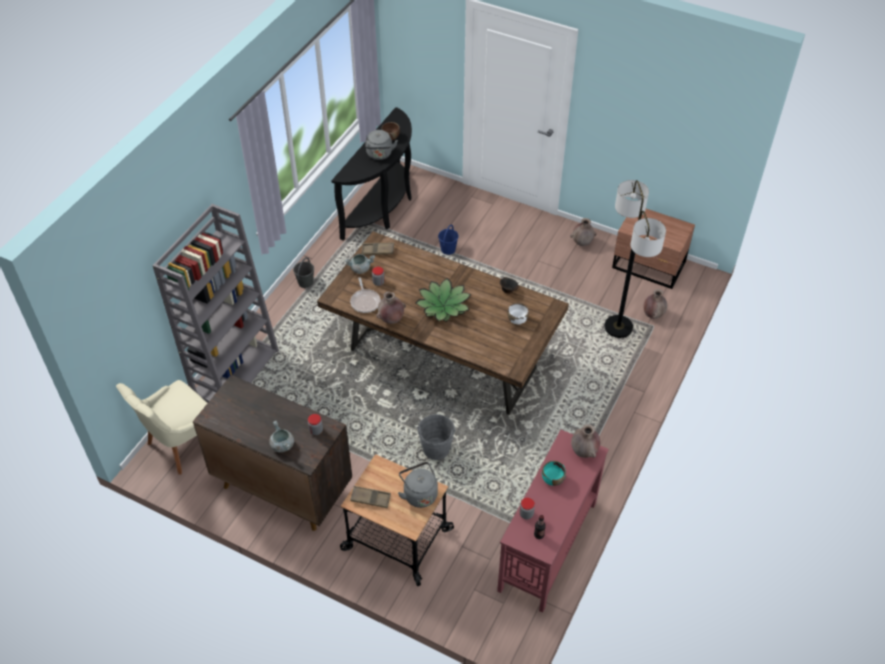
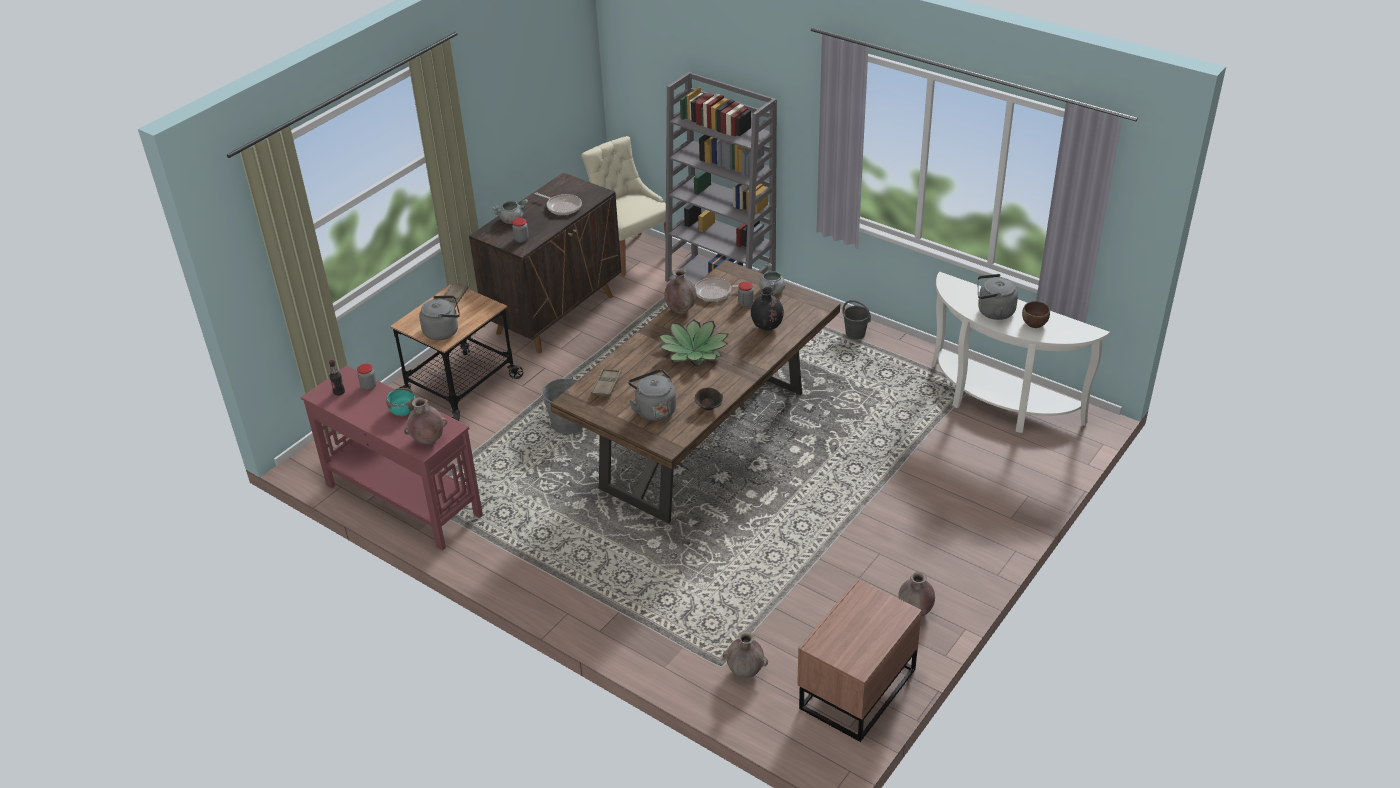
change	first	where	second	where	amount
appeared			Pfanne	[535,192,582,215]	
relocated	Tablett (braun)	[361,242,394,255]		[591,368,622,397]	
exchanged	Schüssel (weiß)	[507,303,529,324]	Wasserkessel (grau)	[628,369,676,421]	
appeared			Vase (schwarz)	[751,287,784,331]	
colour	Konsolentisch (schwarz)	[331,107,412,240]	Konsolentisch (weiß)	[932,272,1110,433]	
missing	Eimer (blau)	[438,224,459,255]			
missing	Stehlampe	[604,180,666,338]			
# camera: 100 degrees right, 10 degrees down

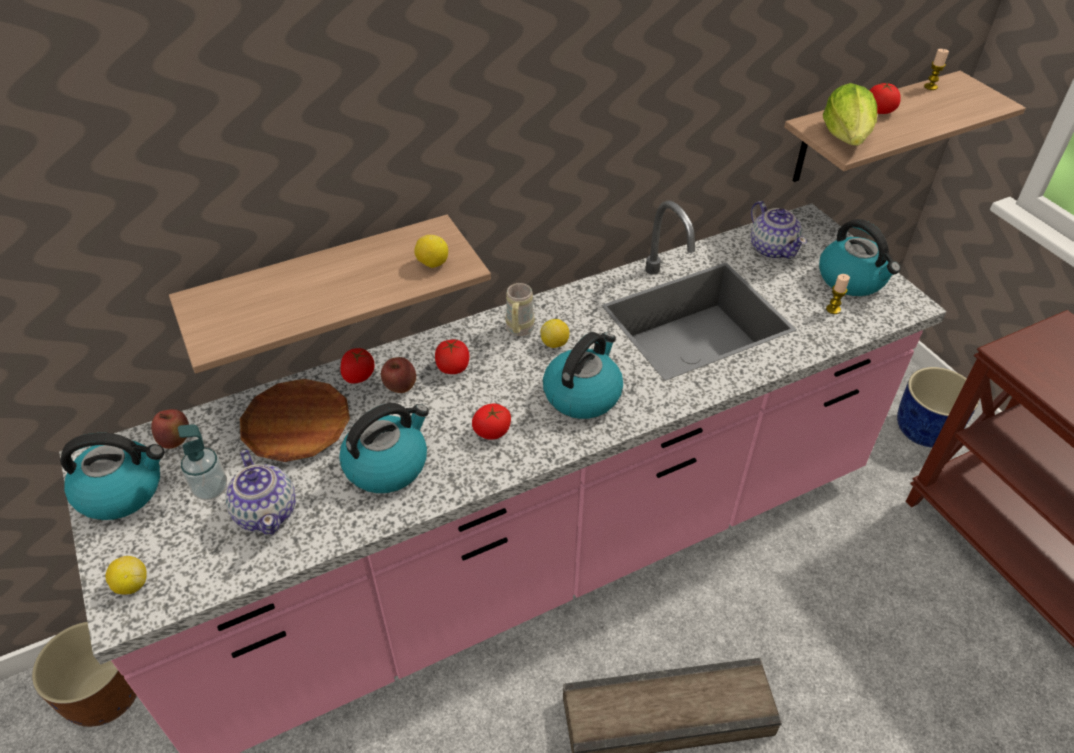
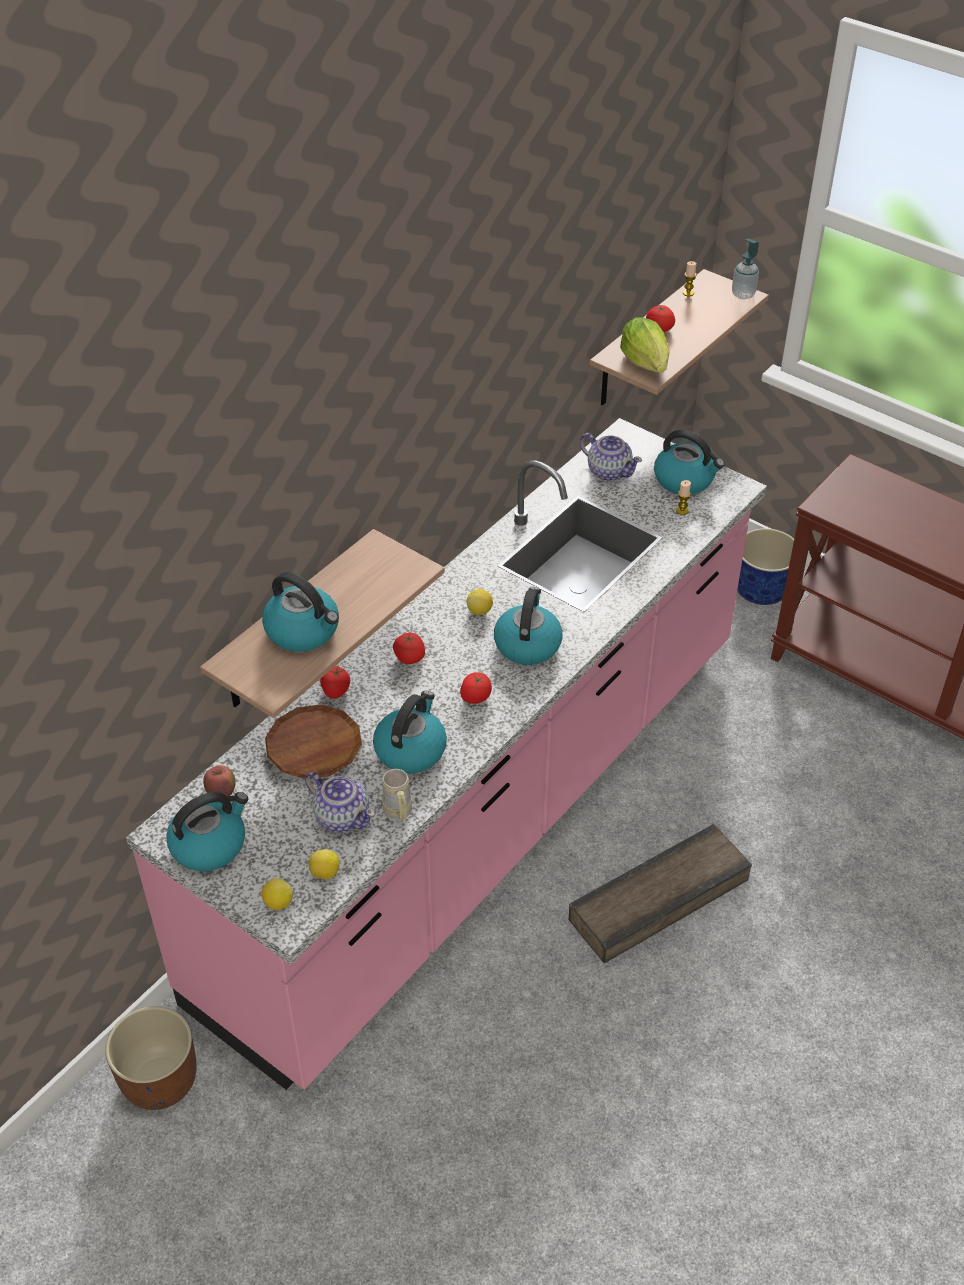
change	first	where	second	where	amount
appeared			Wasserkessel	[262,572,339,652]	
relocated	Zitrone	[414,235,448,268]		[309,849,339,879]	
relocated	Henkelbecher (beige)	[506,283,534,336]		[382,769,412,820]	
relocated	Seifenspender	[178,424,227,501]		[732,239,759,299]	
missing	Apfel	[381,357,416,393]			
# camera: 25 degrees left, 0 degrees up

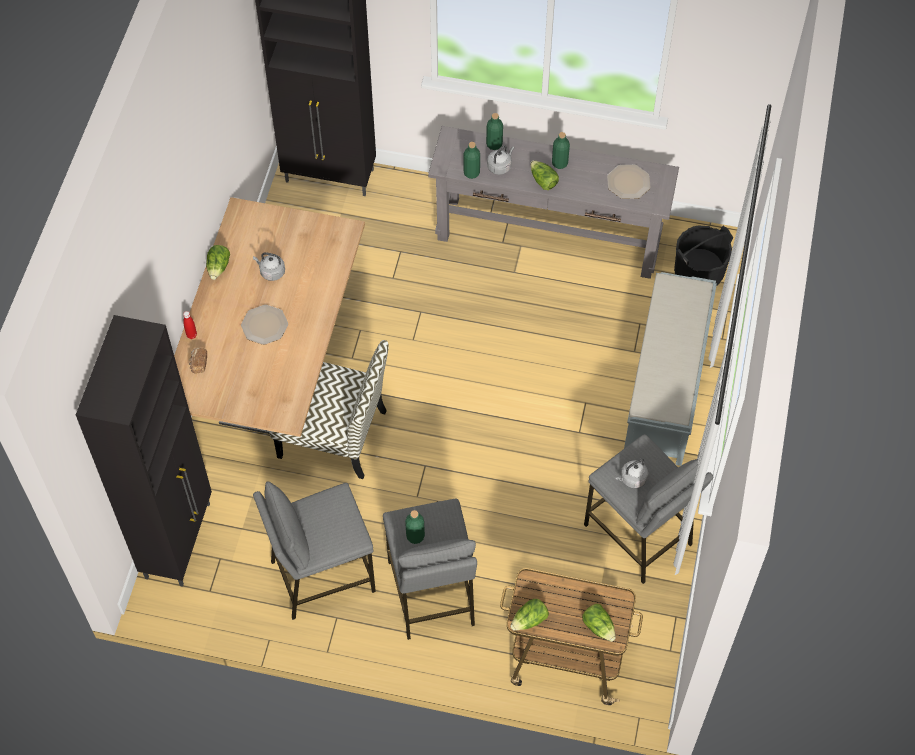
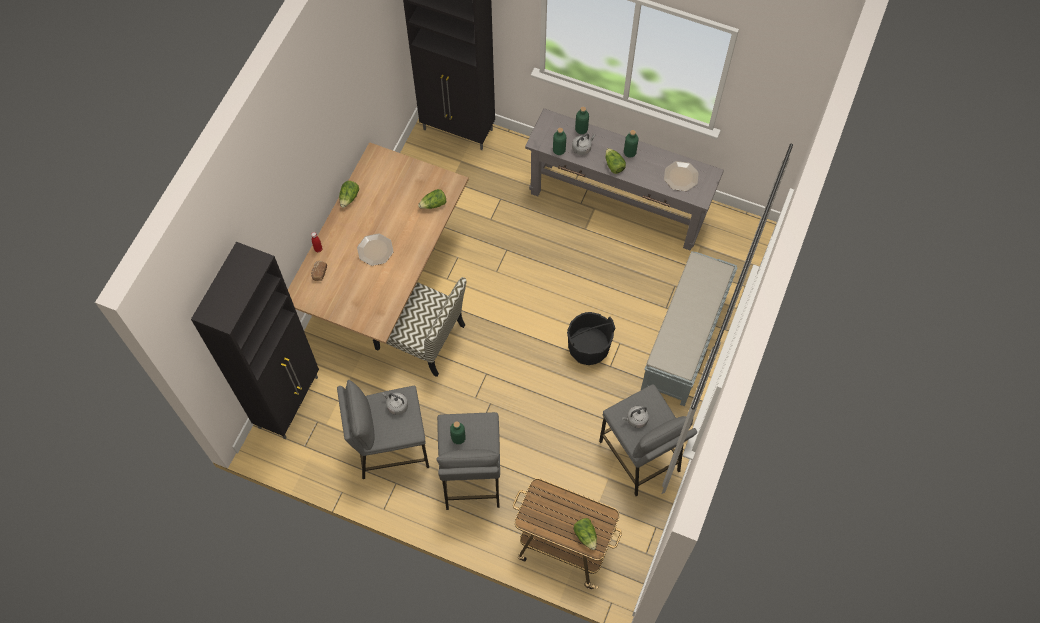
change	first	where	second	where	amount
relocated	Wasserkessel (grau)	[253,252,285,281]		[382,393,408,415]	
relocated	Salatkopf	[510,599,549,630]		[418,189,446,209]	
relocated	Eimer (schwarz)	[674,225,733,287]		[567,312,616,365]	
# camera: 10 degrees right, 5 degrees up

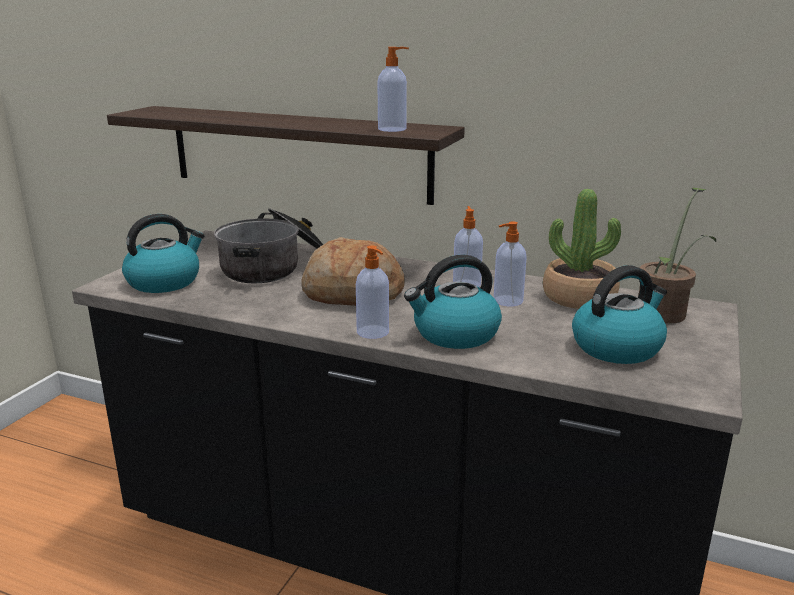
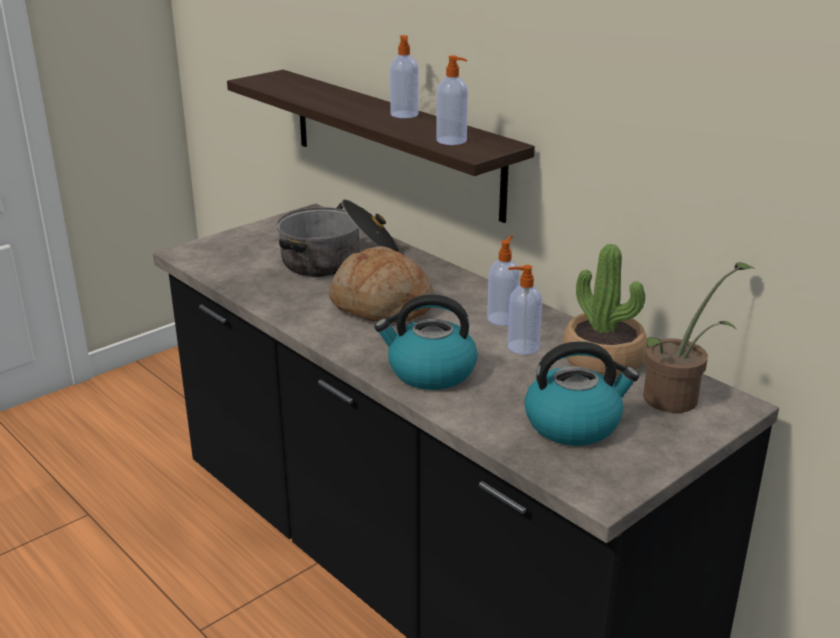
change	first	where	second	where	amount
relocated	Seifenspender	[356,246,389,339]		[390,35,418,118]	
missing	Wasserkessel	[122,214,205,293]			
# camera: 25 degrees right, 5 degrees up

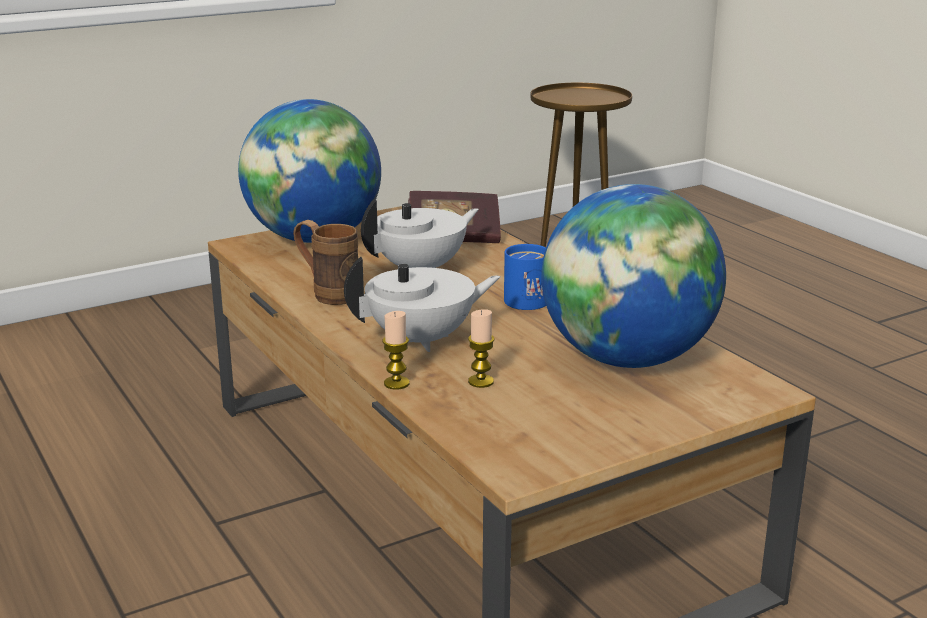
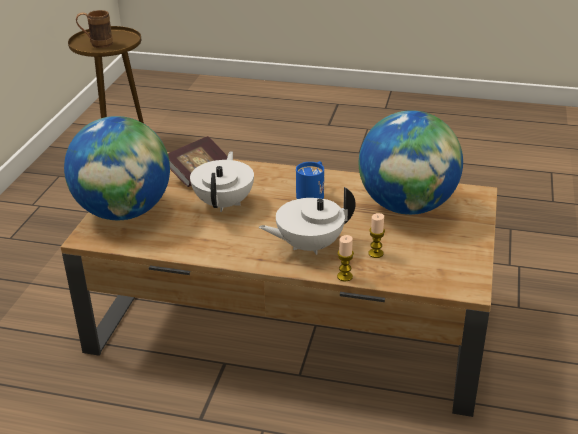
change	first	where	second	where	amount
relocated	Henkelbecher (braun)	[293,220,358,305]		[76,10,113,48]	
spun	Teekanne (weiß)	[344,257,501,352]		[259,187,356,255]	135 degrees counterclockwise
# camera: 45 degrees left, 10 degrees up

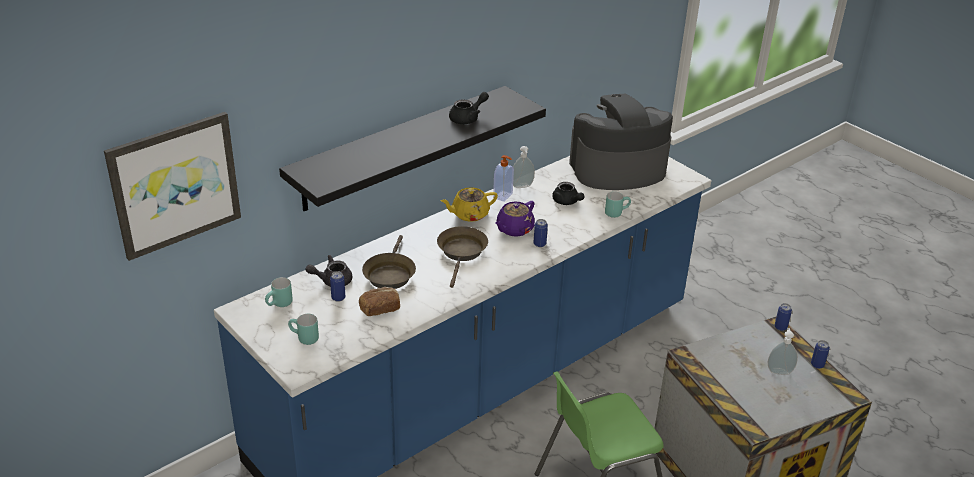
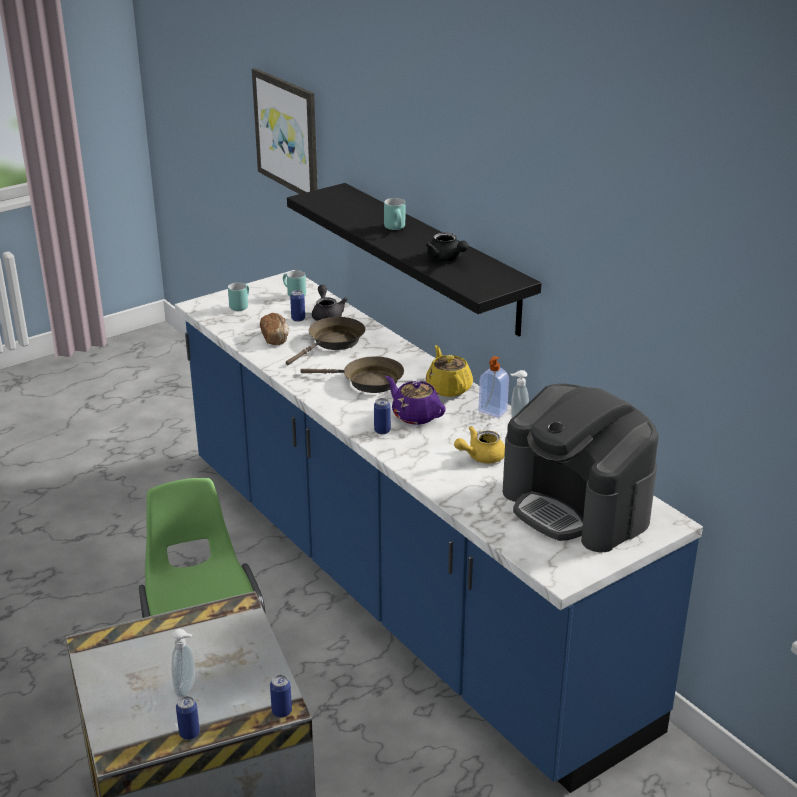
change	first	where	second	where	amount
spun	Pfanne (braun)	[362,235,416,289]		[286,317,365,365]	120 degrees clockwise
relocated	Henkelbecher (türkis)	[605,191,631,218]		[384,198,405,230]	
colour	Teekanne (schwarz)	[552,182,585,205]	Teekanne (gelb)	[454,426,505,463]	
spun	Kaffeemaschine	[569,94,673,190]		[503,384,659,553]	150 degrees clockwise
# camera: 95 degrees right, 5 degrees down

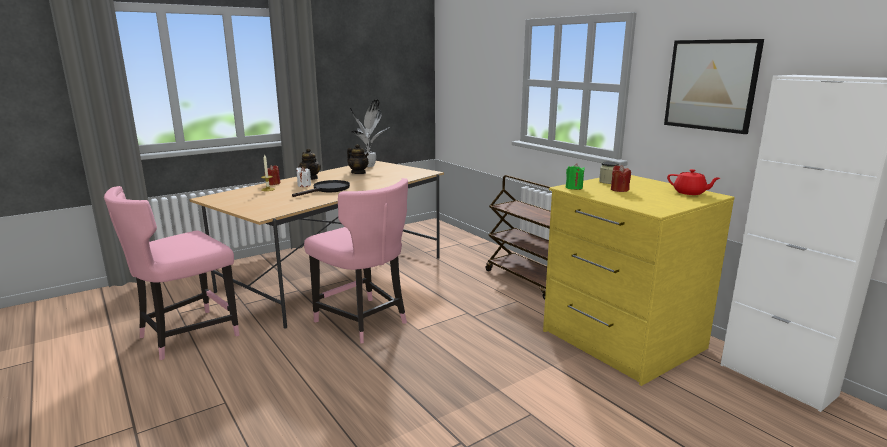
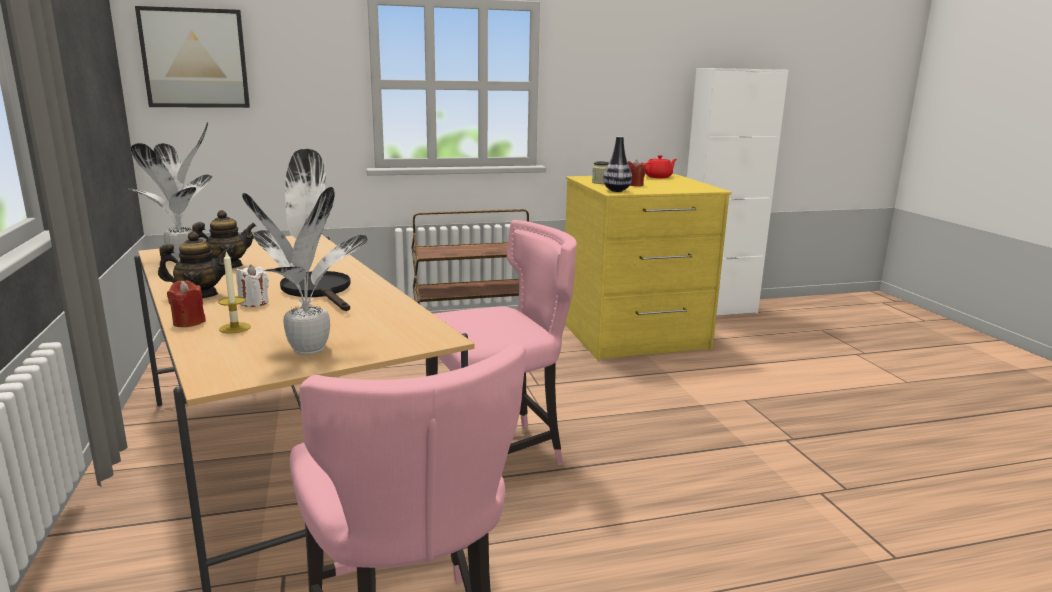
change	first	where	second	where	amount
relocated	Bild	[664,39,764,134]		[135,6,250,108]	
appeared			Topfpflanze	[242,149,368,355]	
exchanged	Kerze (grün)	[566,163,585,190]	Vase	[603,136,632,192]	
# camera: 70 degrees left, 0 degrees up

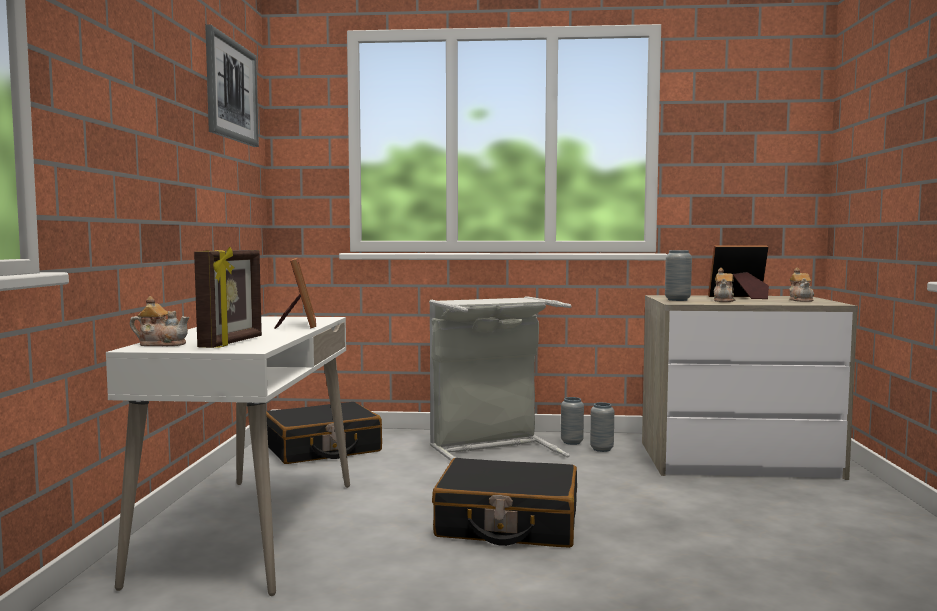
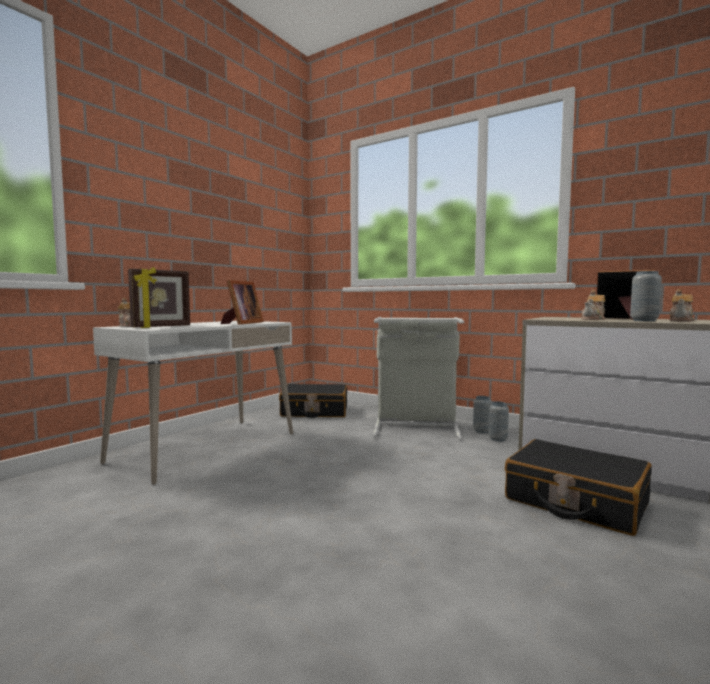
change	first	where	second	where	amount
relocated	Koffer (schwarz)	[432,458,577,548]		[505,439,652,536]	
relocated	Vase (grau)	[665,250,692,301]		[630,271,662,321]	
missing	Bild	[205,24,259,147]			
# camera: 30 degrees right, 0 degrees up

